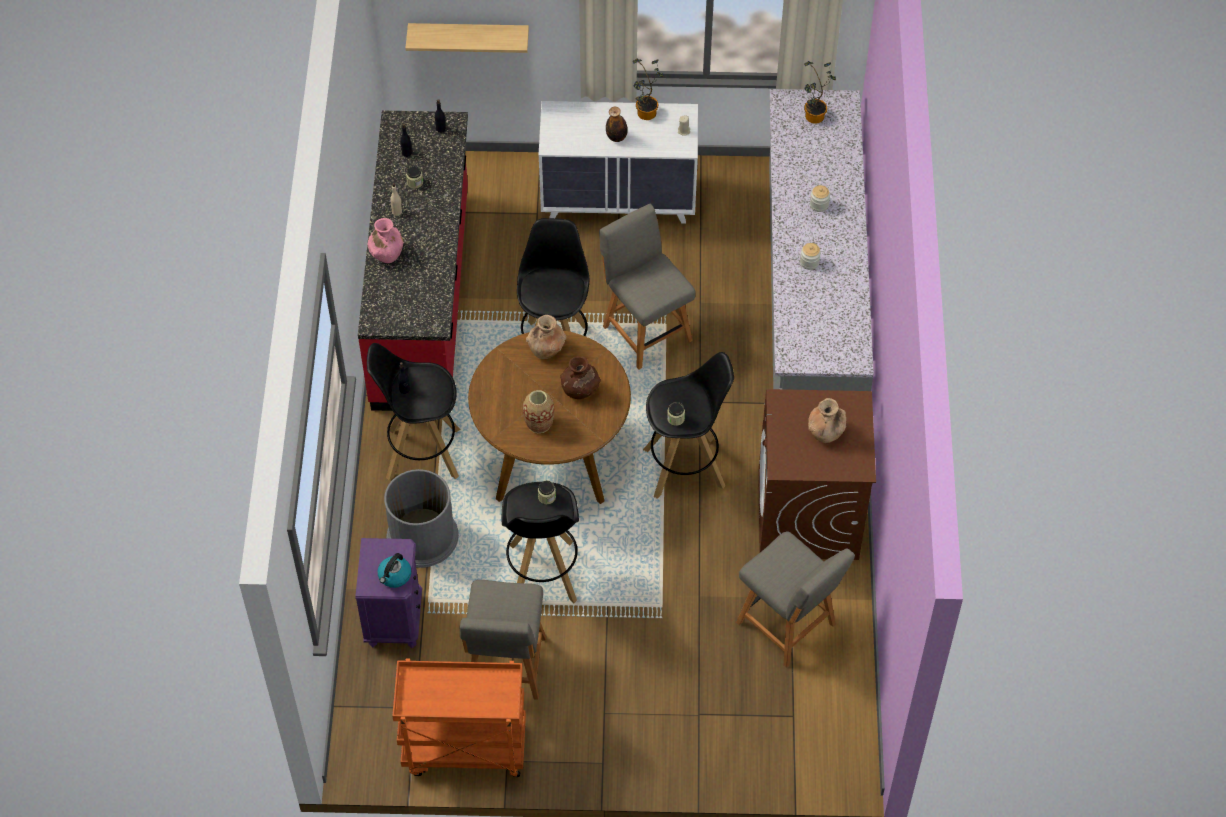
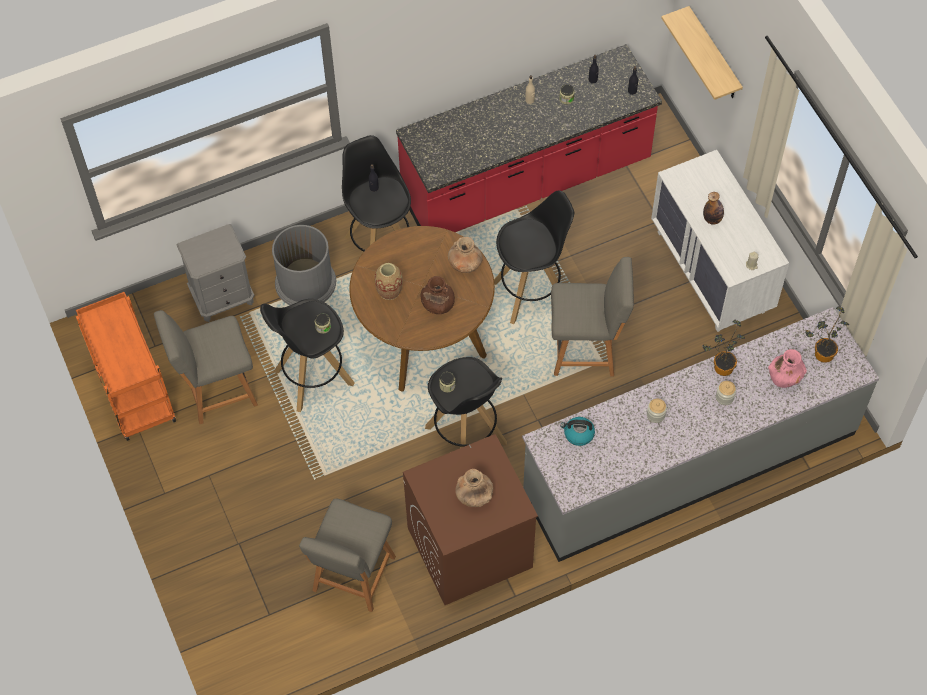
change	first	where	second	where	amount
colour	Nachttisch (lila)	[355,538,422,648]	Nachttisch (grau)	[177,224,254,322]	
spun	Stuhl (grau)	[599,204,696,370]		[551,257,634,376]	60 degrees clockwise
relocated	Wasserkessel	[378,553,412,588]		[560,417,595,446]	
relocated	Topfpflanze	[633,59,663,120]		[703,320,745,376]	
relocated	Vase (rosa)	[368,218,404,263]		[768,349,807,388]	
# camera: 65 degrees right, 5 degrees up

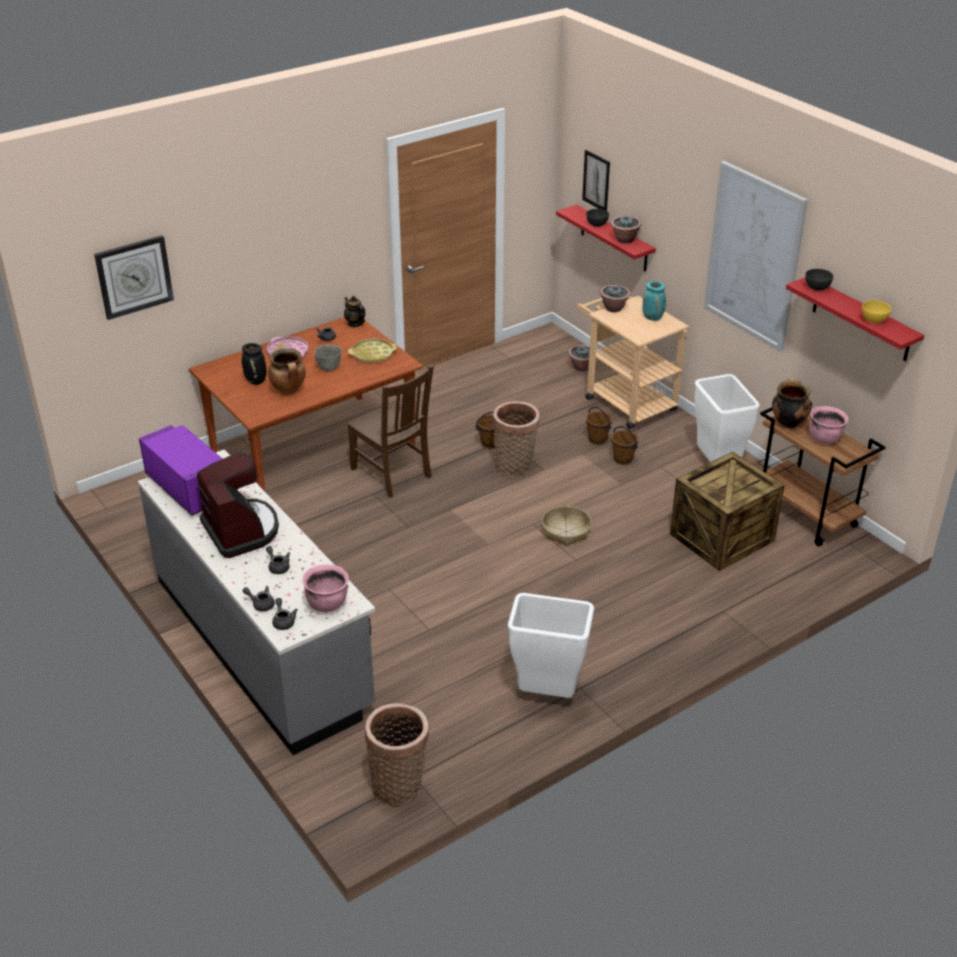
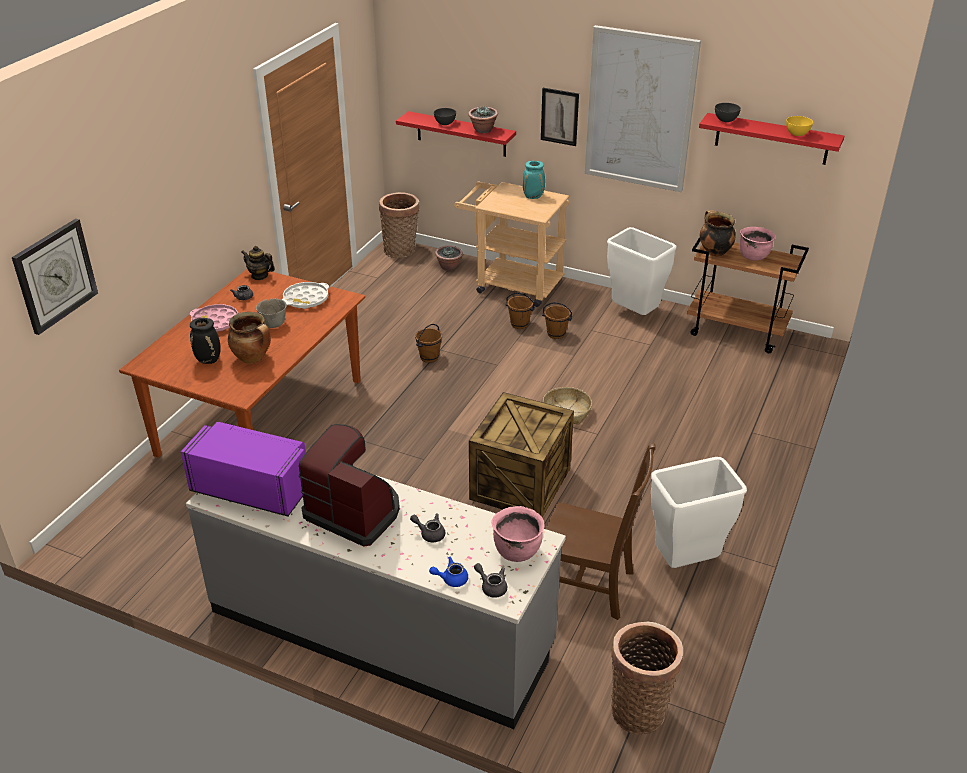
change	first	where	second	where	amount
colour	Tablett (gelb)	[348,338,397,363]	Tablett (weiß)	[282,282,329,309]	
relocated	Korb	[493,401,540,477]		[379,192,420,258]	
colour	Teekanne (grau)	[243,586,275,611]	Teekanne (blau)	[429,557,468,587]	
relocated	Kiste	[670,452,785,571]		[469,392,574,517]	
relocated	Bild	[582,150,610,211]		[541,88,579,146]	
relocated	Stuhl (braun)	[347,366,434,498]		[546,444,656,620]	
missing	Topfpflanze	[600,285,630,312]			
# camera: 30 degrees left, 0 degrees up

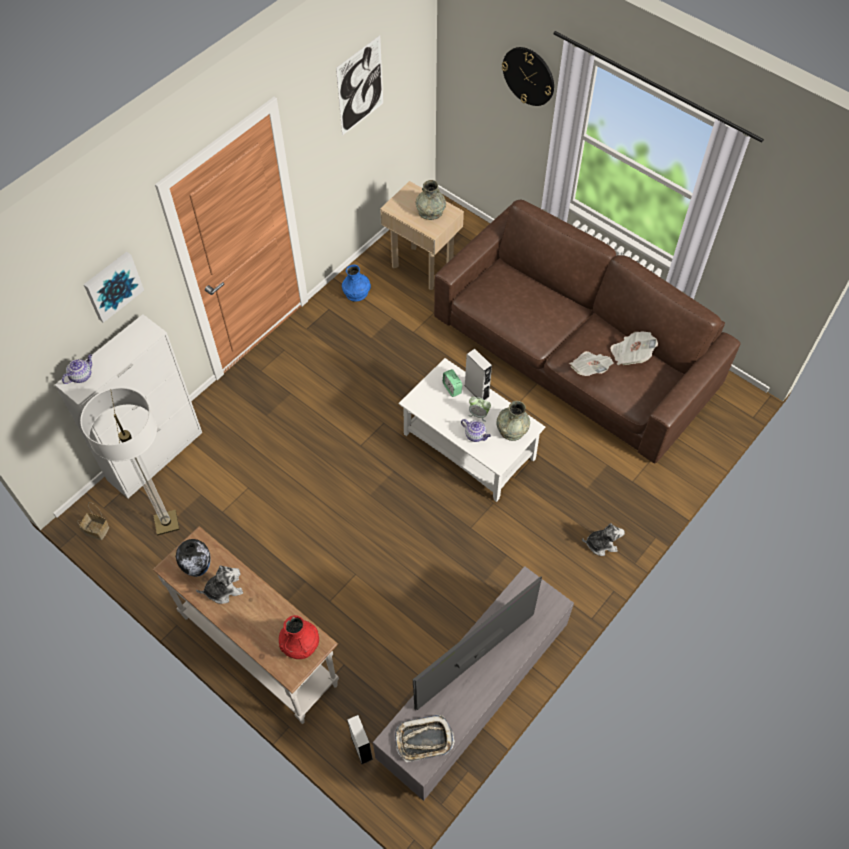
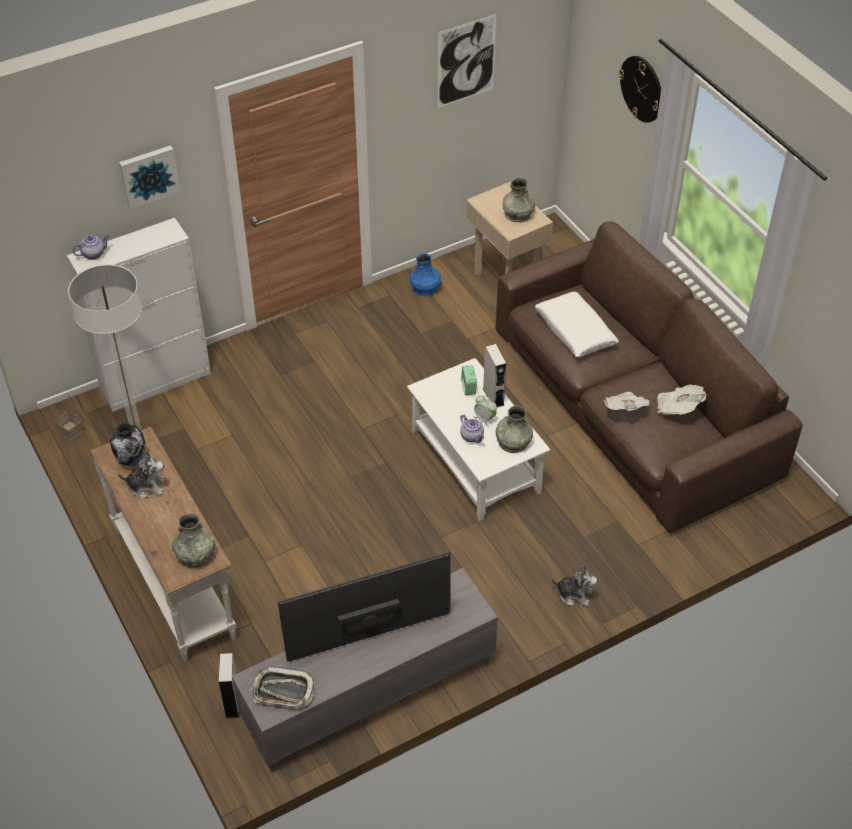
change	first	where	second	where	amount
colour	Vase (rot)	[279,615,319,659]	Vase (grau)	[172,513,215,567]	
appeared			Kissen (weiß)	[535,292,619,357]	
# camera: 20 degrees right, 10 degrees down

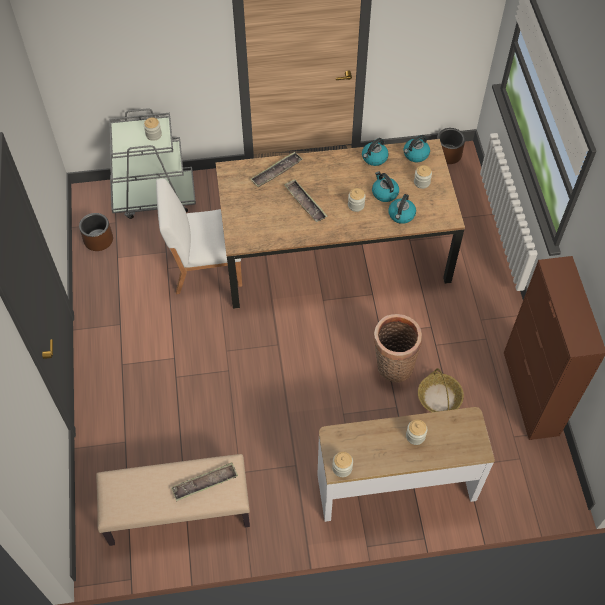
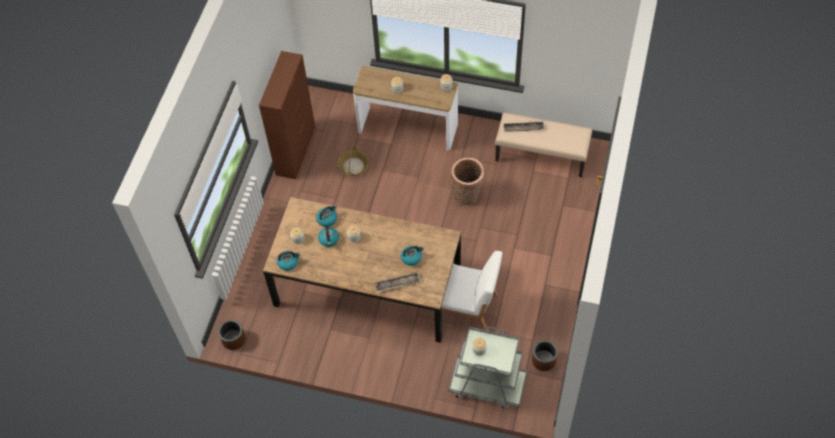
change	first	where	second	where	amount
relocated	Wasserkessel	[362,138,389,166]		[401,246,424,266]	
relocated	Korb	[373,314,422,383]		[451,158,484,206]	
missing	Tablett	[284,179,328,222]			
# camera: 155 degrees left, 0 degrees up

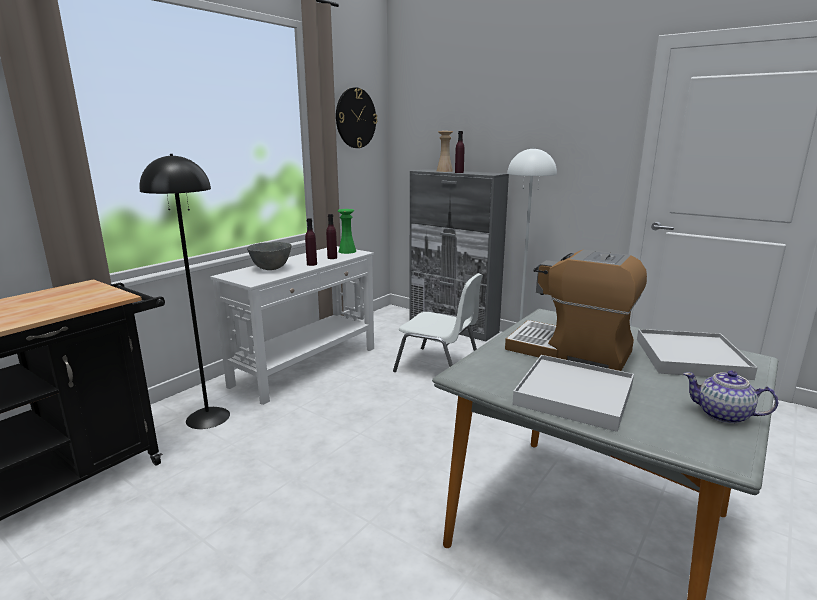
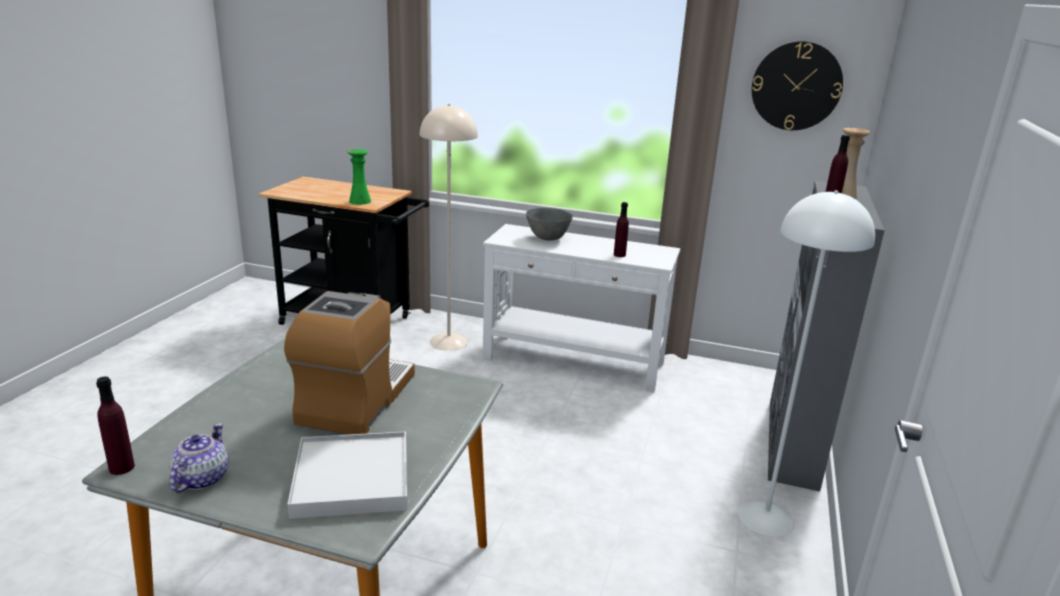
change	first	where	second	where	amount
relocated	Flasche (lila)	[305,218,317,266]		[96,376,135,475]	
relocated	Vase (grün)	[338,209,356,254]		[347,149,371,205]	
colour	Stehlampe (schwarz)	[139,154,230,429]	Stehlampe (beige)	[420,104,478,351]	
missing	Stuhl (weiß)	[393,273,483,372]			
missing	Tablett (weiß)	[512,355,634,432]			
# camera: 70 degrees right, 5 degrees up

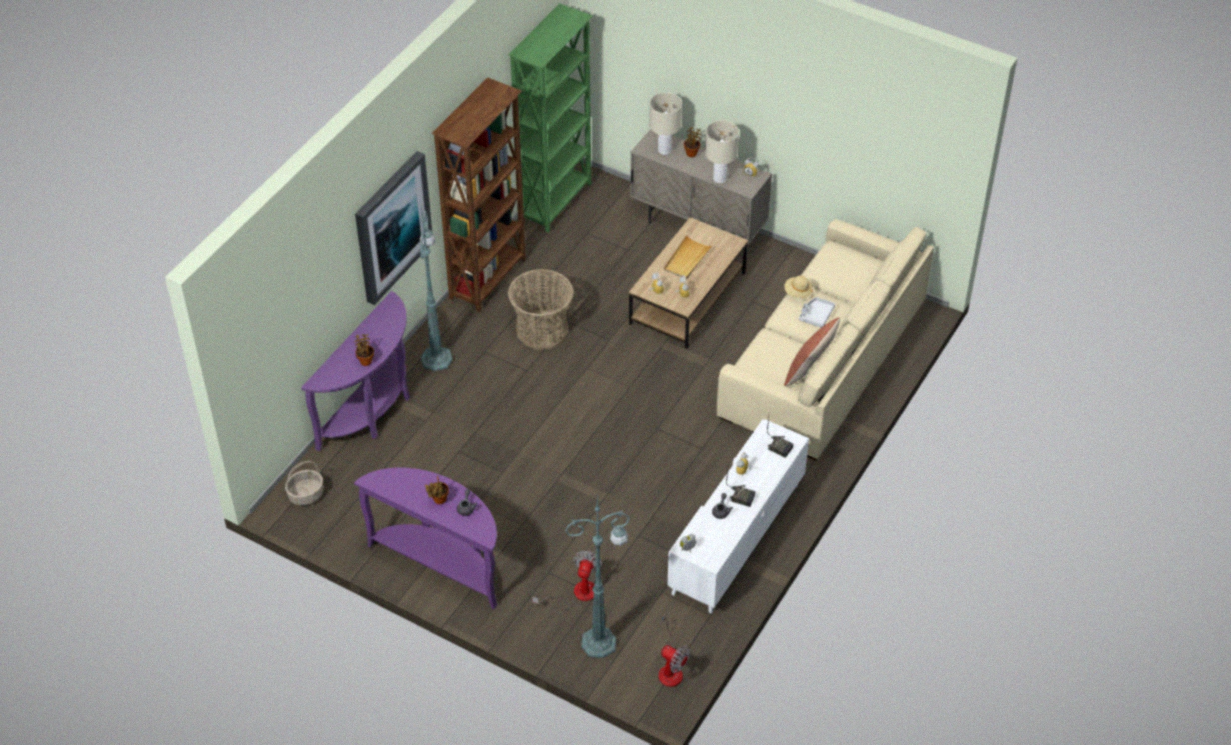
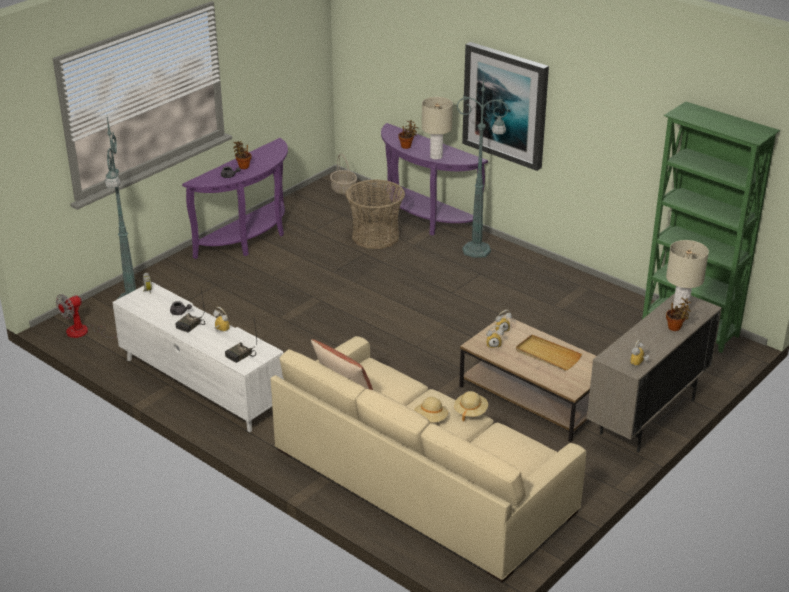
change	first	where	second	where	amount
relocated	Korb	[508,269,574,350]		[346,179,405,249]	
exchanged	Tablett (grau)	[799,297,835,328]	Hut (beige)	[414,397,448,422]	
relocated	Tischlampe (beige)	[705,120,739,183]		[422,97,453,160]	
missing	Bücherregal (braun)	[432,77,526,312]			
missing	Ventilator	[532,551,602,610]			
# camera: 100 degrees right, 15 degrees down

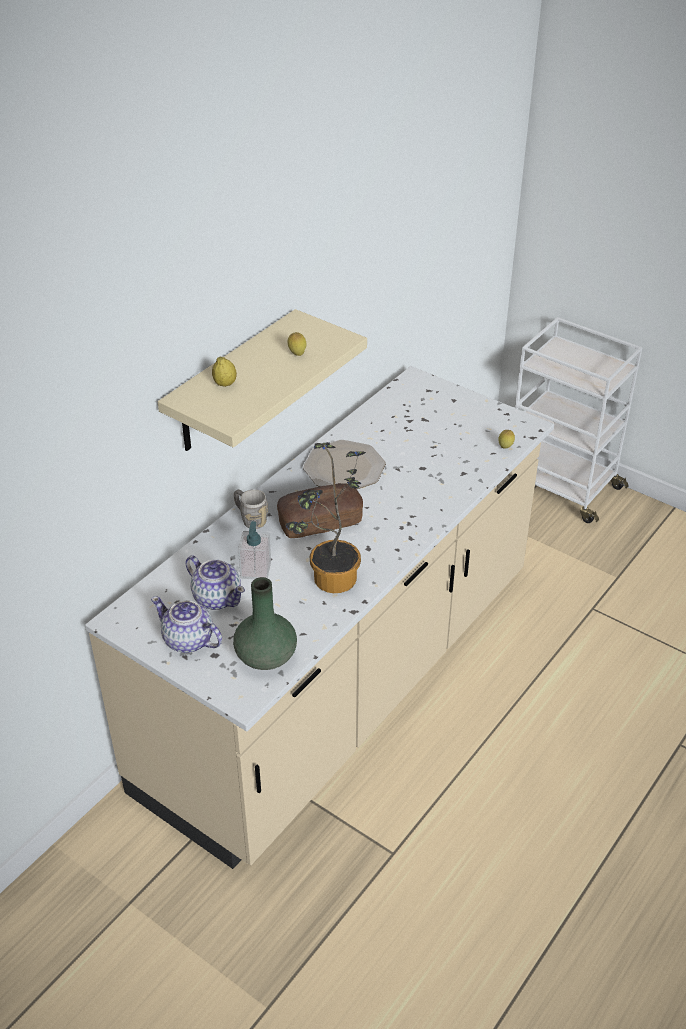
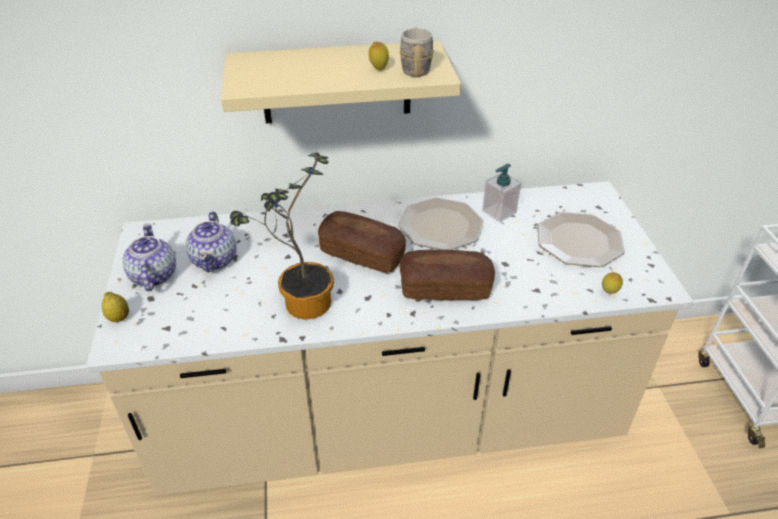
change	first	where	second	where	amount
relocated	Zitrone	[212,357,237,387]		[102,292,129,322]	
relocated	Henkelbecher (grau)	[234,489,268,529]		[400,28,434,77]	
appeared			Brot	[400,250,495,301]	
relocated	Seifenspender	[238,521,271,579]		[482,164,521,222]	
appeared			Teller	[537,212,625,267]	
missing	Vase (grün)	[233,577,297,670]			
# camera: 45 degrees right, 0 degrees up

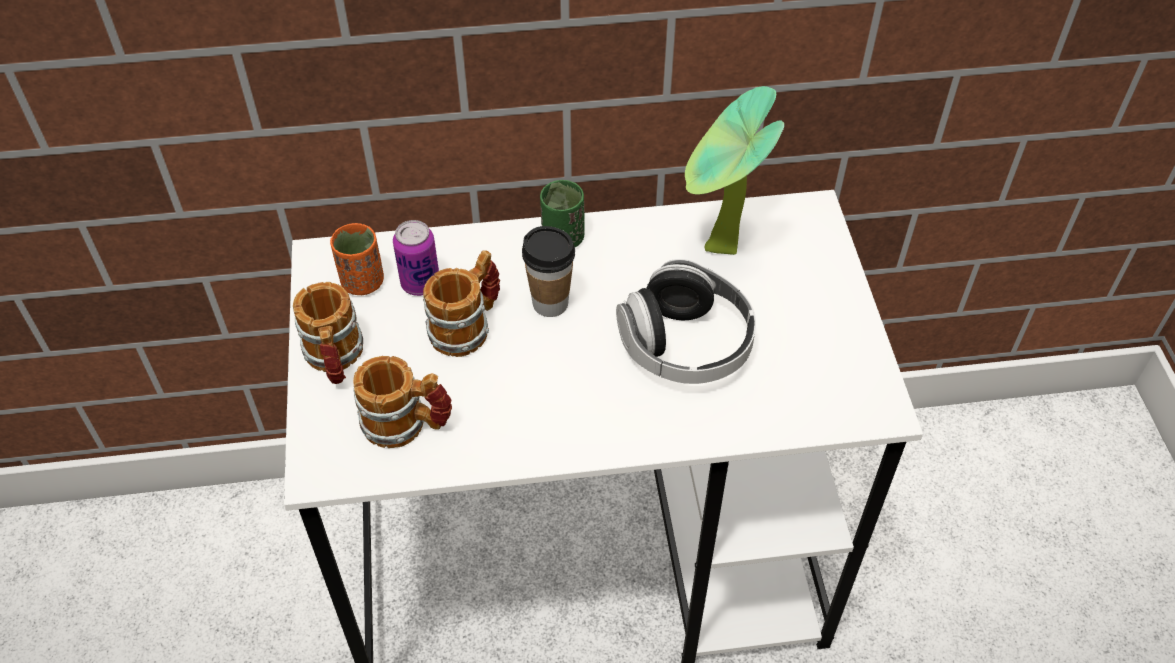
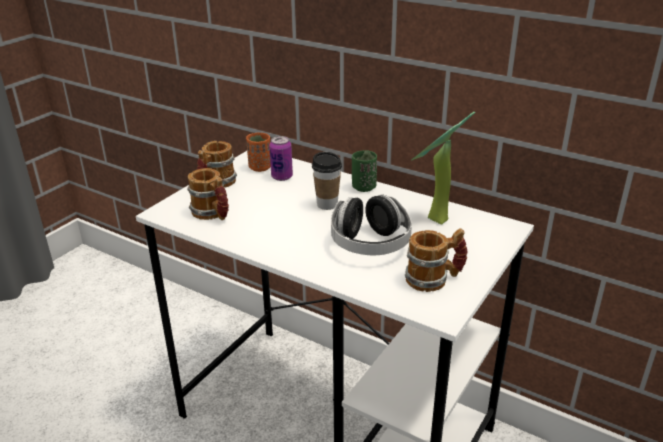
change	first	where	second	where	amount
relocated	Henkelbecher	[423,250,500,357]		[405,228,467,292]	
# camera: 40 degrees right, 20 degrees down

